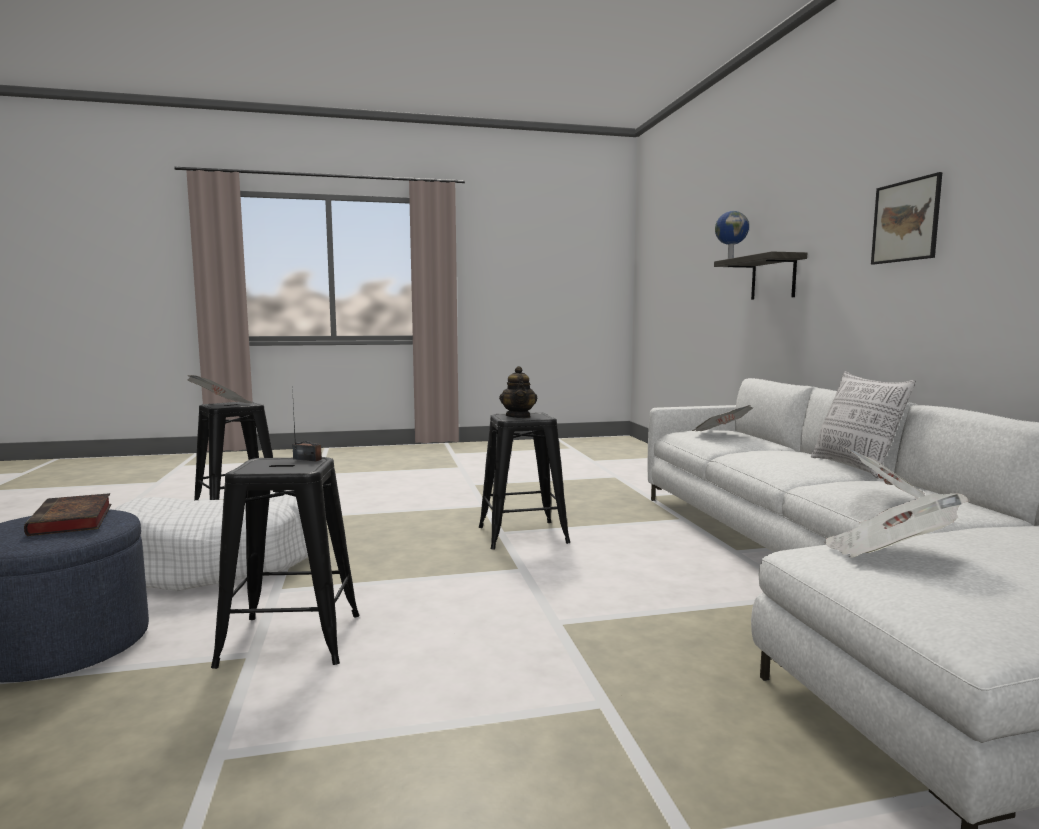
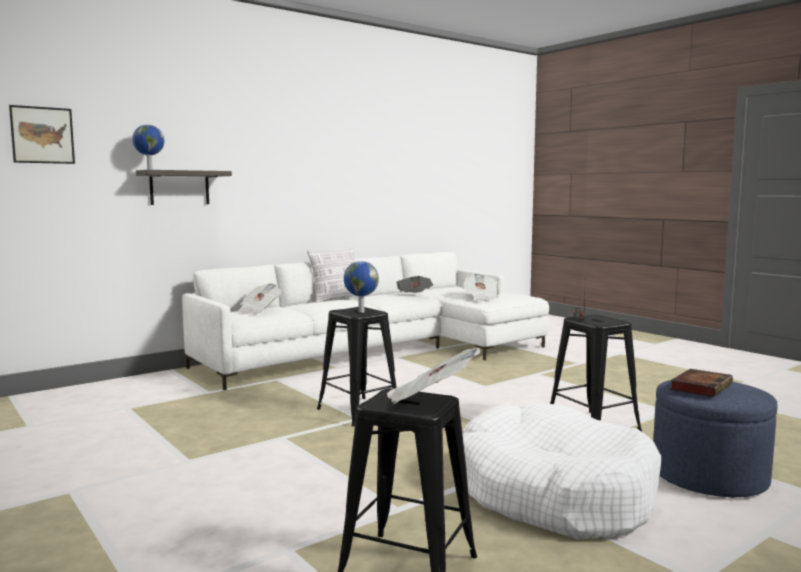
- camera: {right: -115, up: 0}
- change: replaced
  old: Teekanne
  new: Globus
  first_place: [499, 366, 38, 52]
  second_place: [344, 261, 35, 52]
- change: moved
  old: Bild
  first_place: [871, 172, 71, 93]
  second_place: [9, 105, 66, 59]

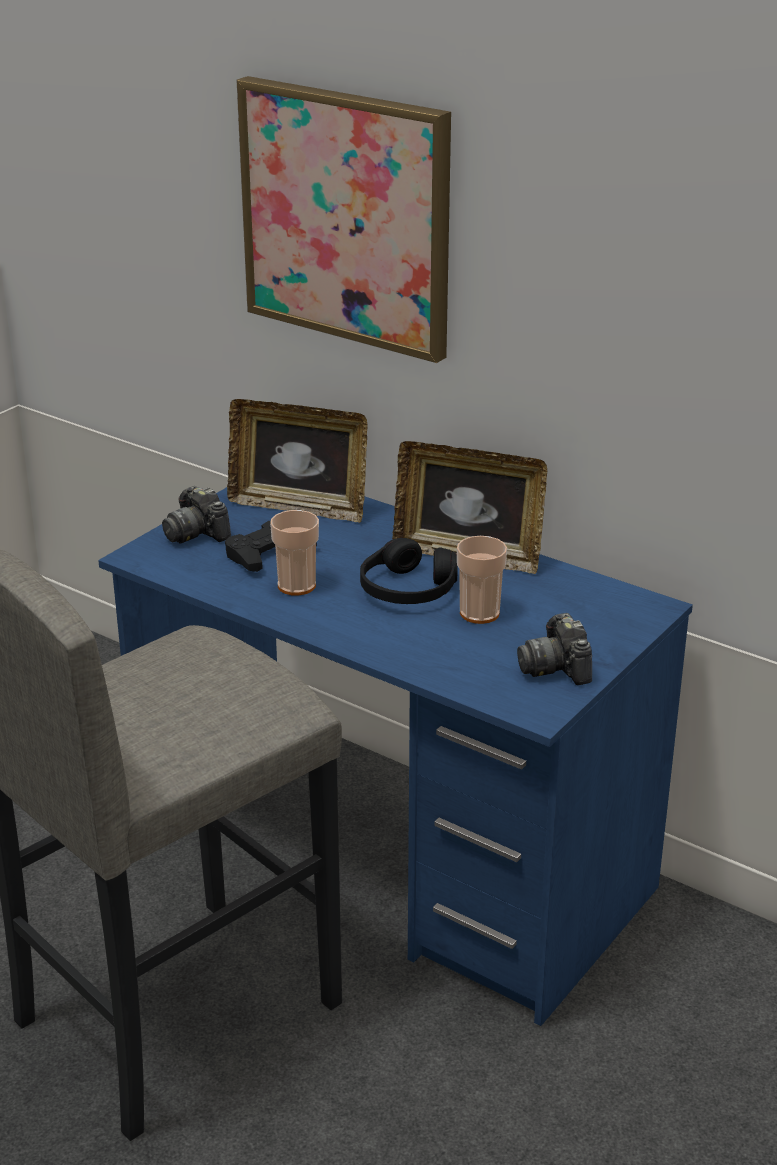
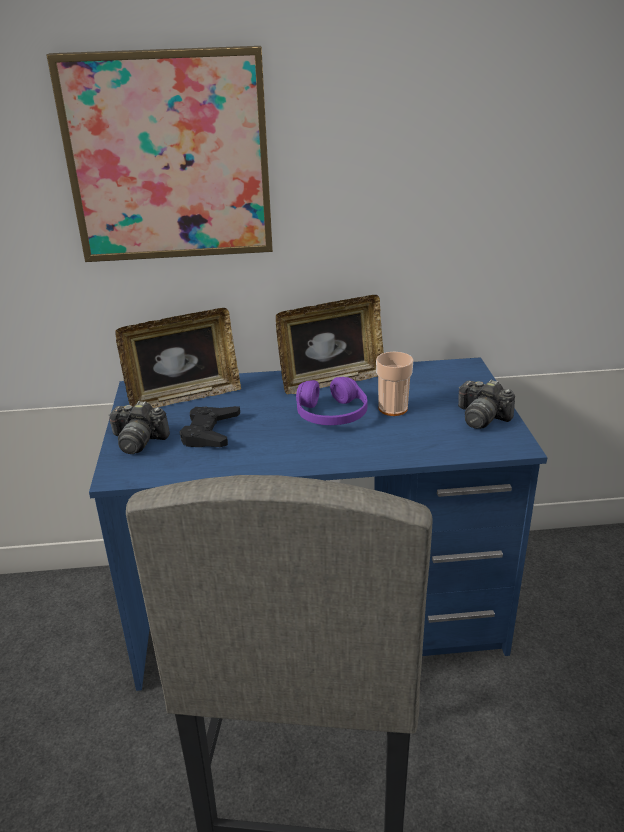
- camera: {right: -40, up: 0}
- change: removed
  old: Tasse
  first_place: [270, 510, 49, 85]
- change: recoloured
  old: Kopfhörer [schwarz]
  new: Kopfhörer [lila]
  first_place: [360, 538, 98, 66]
  second_place: [296, 377, 71, 48]

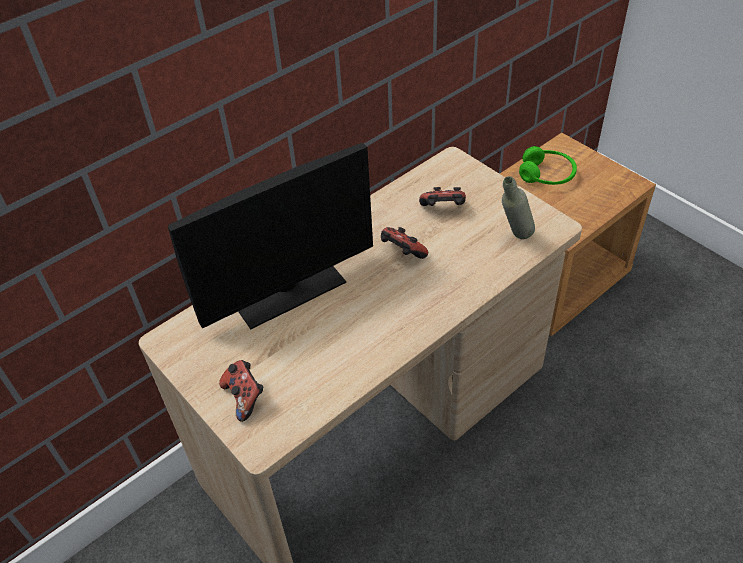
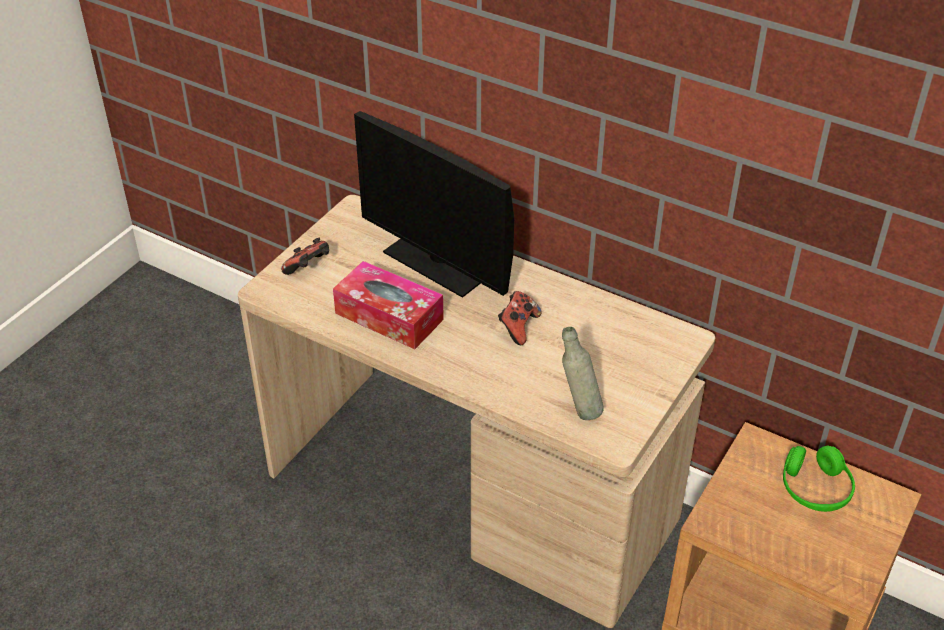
- camera: {right: 70, up: -5}
- change: removed
  old: Gamepad
  first_place: [419, 187, 47, 19]
- change: added
  new: Taschentuchbox
  second_place: [333, 261, 111, 88]

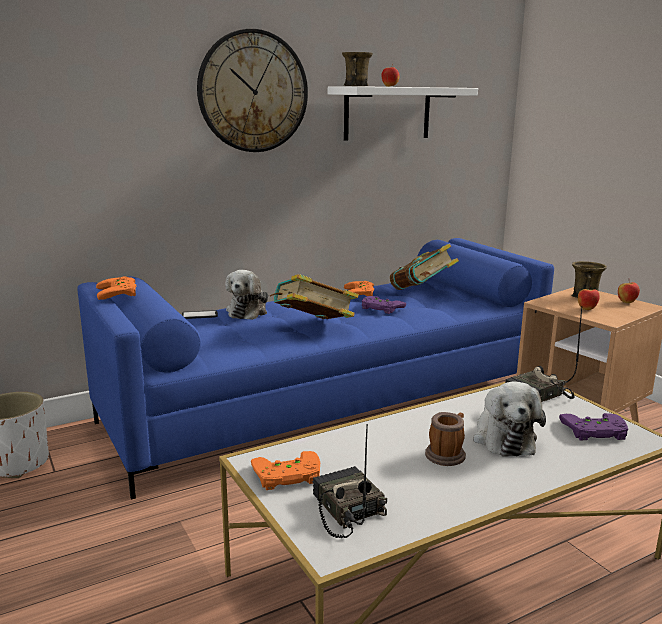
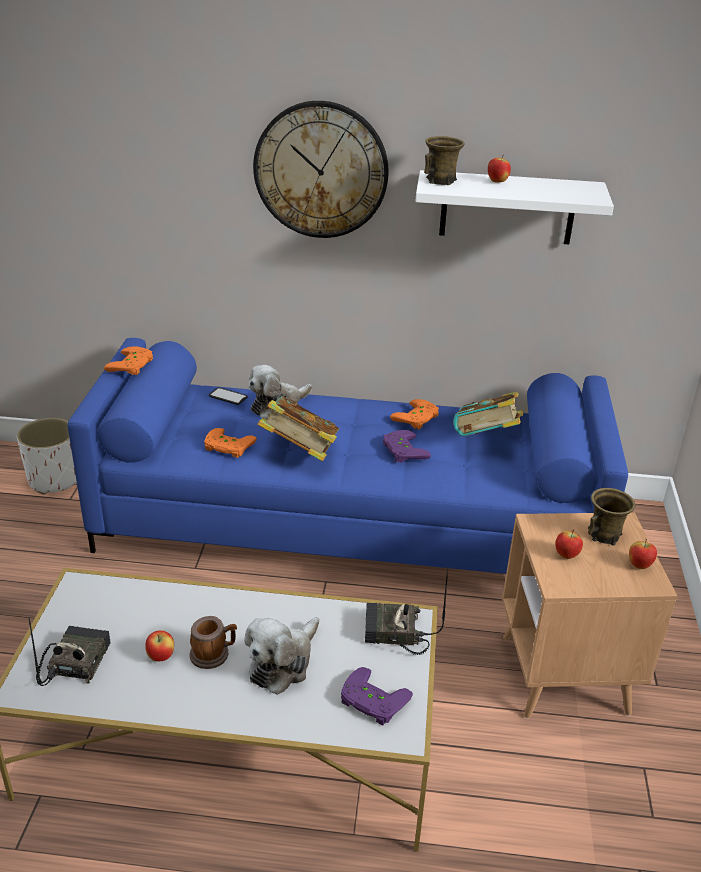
- camera: {right: 35, up: 15}
- change: moved
  old: Gamepad [orange]
  first_place: [251, 451, 69, 39]
  second_place: [204, 428, 53, 30]
- change: added
  new: Apfel
  second_place: [145, 630, 29, 31]

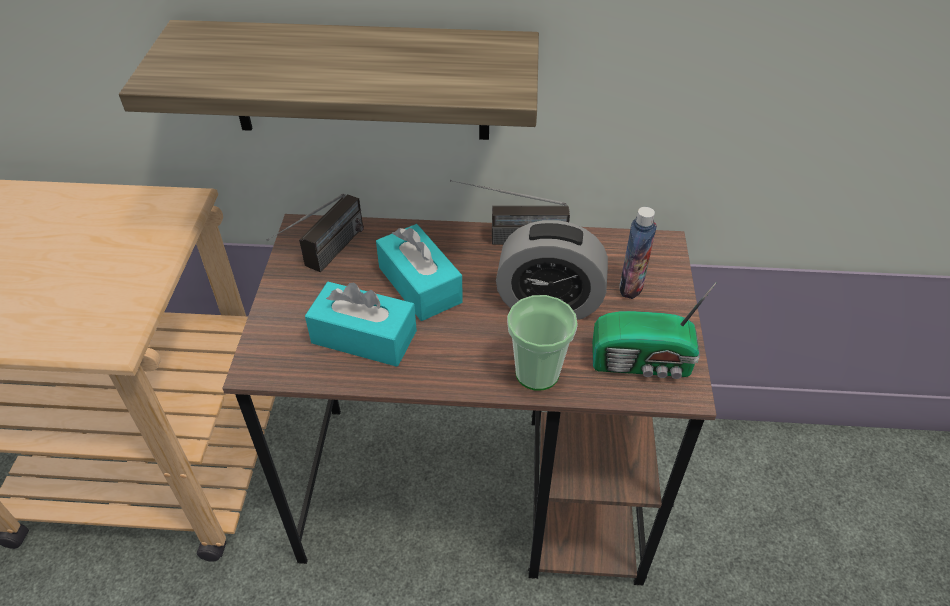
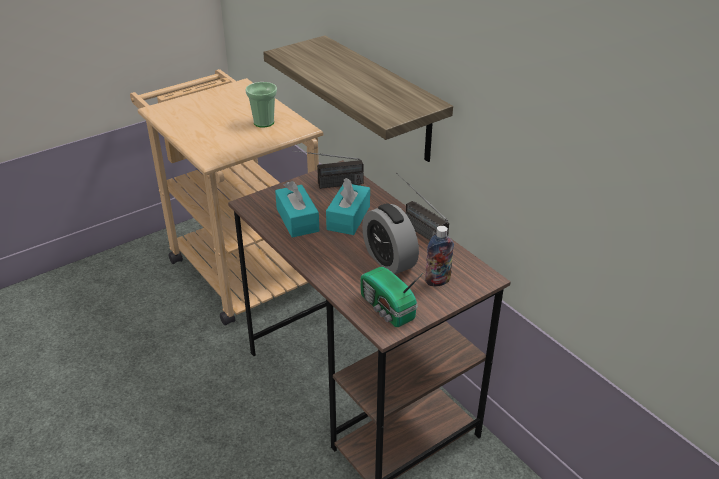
- camera: {right: 50, up: -10}
- change: moved
  old: Tasse
  first_place: [507, 295, 71, 96]
  second_place: [245, 82, 32, 46]

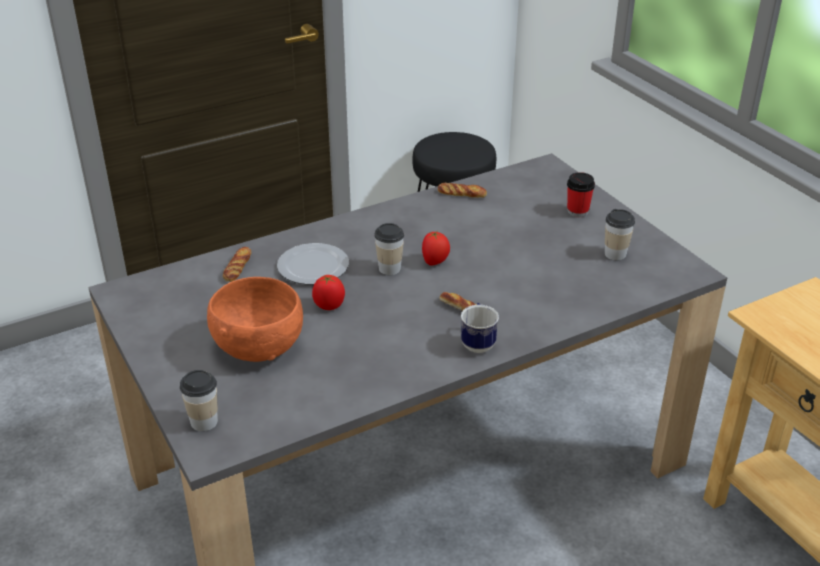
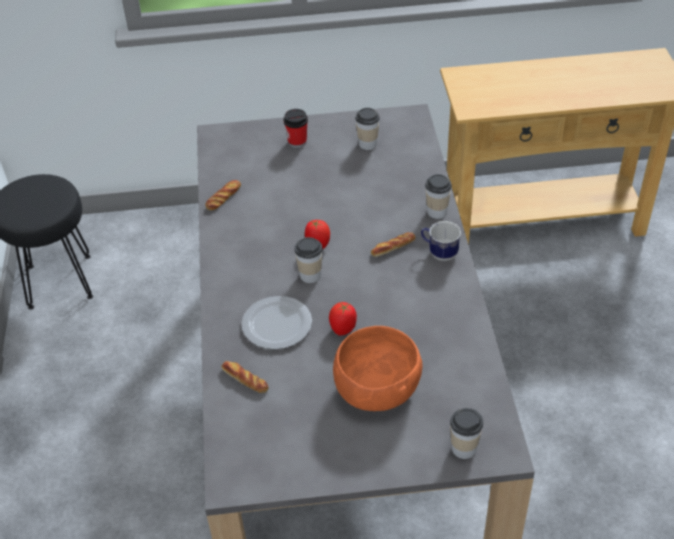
- camera: {right: -65, up: 10}
- change: added
  new: Tasse
  second_place: [425, 174, 27, 45]

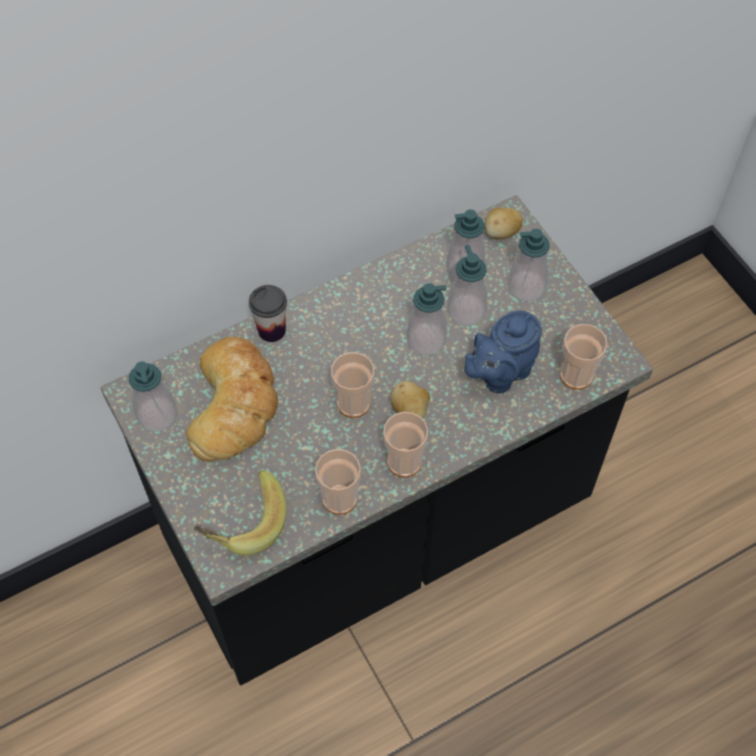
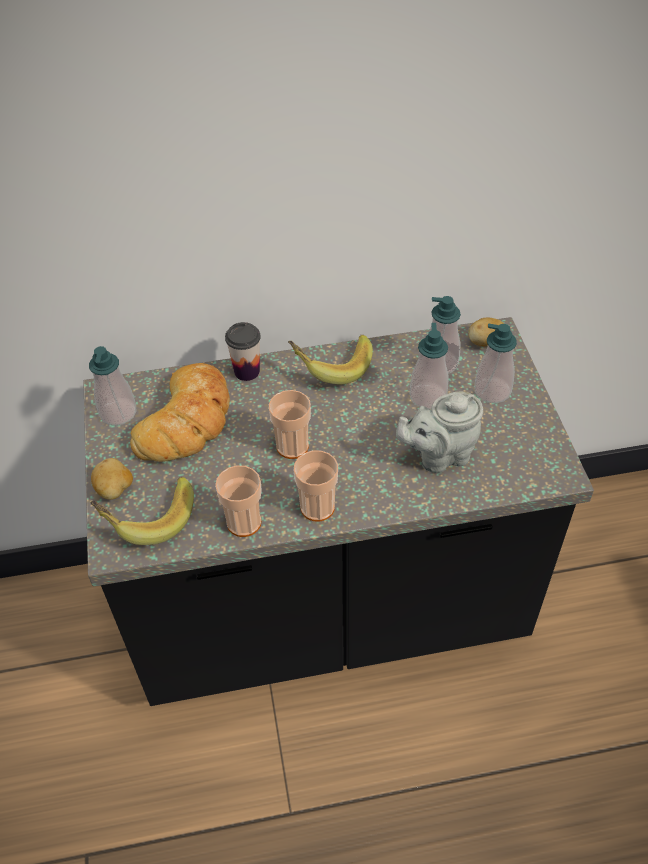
- camera: {right: 20, up: -10}
- change: moved
  old: Kartoffel
  first_place: [390, 380, 40, 38]
  second_place: [91, 458, 42, 42]
- change: removed
  old: Seifenspender
  first_place: [407, 283, 40, 72]
- change: recoloured
  old: Teekanne [blau]
  new: Teekanne [grau]
  first_place: [465, 311, 77, 82]
  second_place: [396, 392, 87, 81]
- change: removed
  old: Tasse
  first_place: [560, 324, 48, 66]
- change: added
  new: Banane
  second_place: [288, 335, 85, 49]

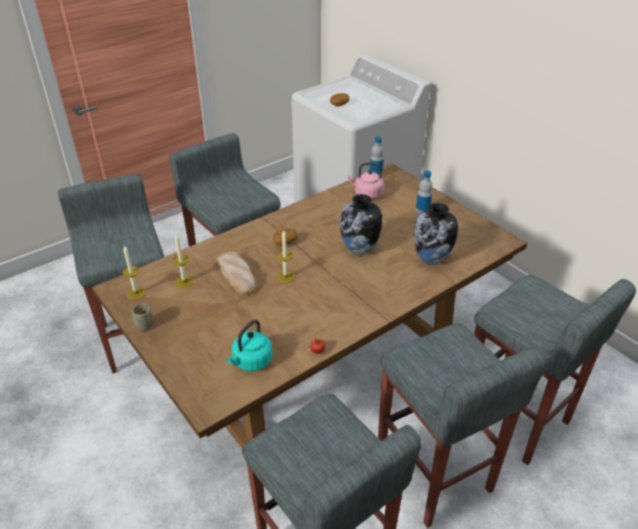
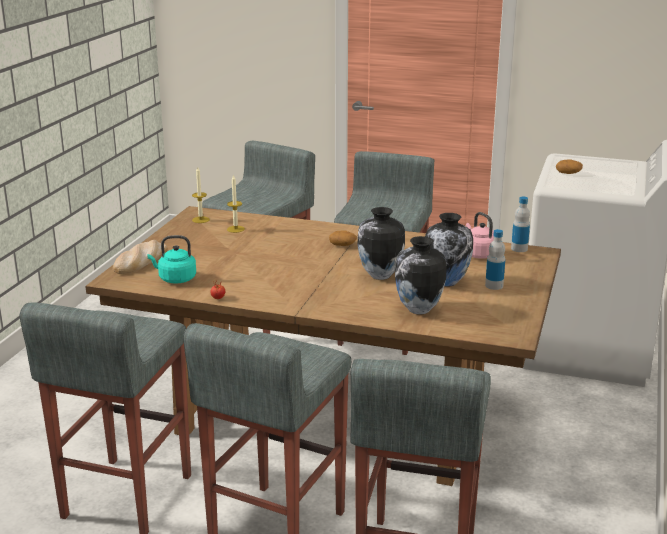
- camera: {right: 55, up: -15}
- change: removed
  old: Tasse
  first_place: [132, 303, 21, 29]
- change: moved
  old: Brot
  first_place: [217, 252, 39, 44]
  second_place: [113, 240, 55, 34]
- change: removed
  old: Kerze
  first_place: [277, 230, 18, 53]
- change: added
  new: Vase
  second_place: [425, 213, 48, 74]

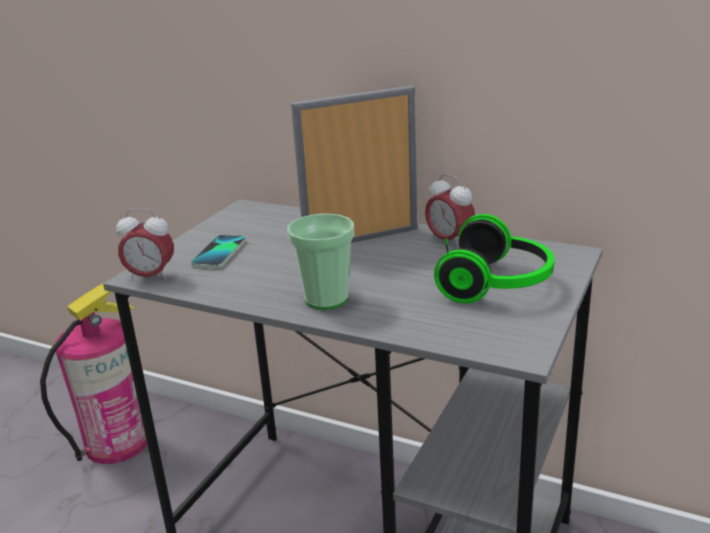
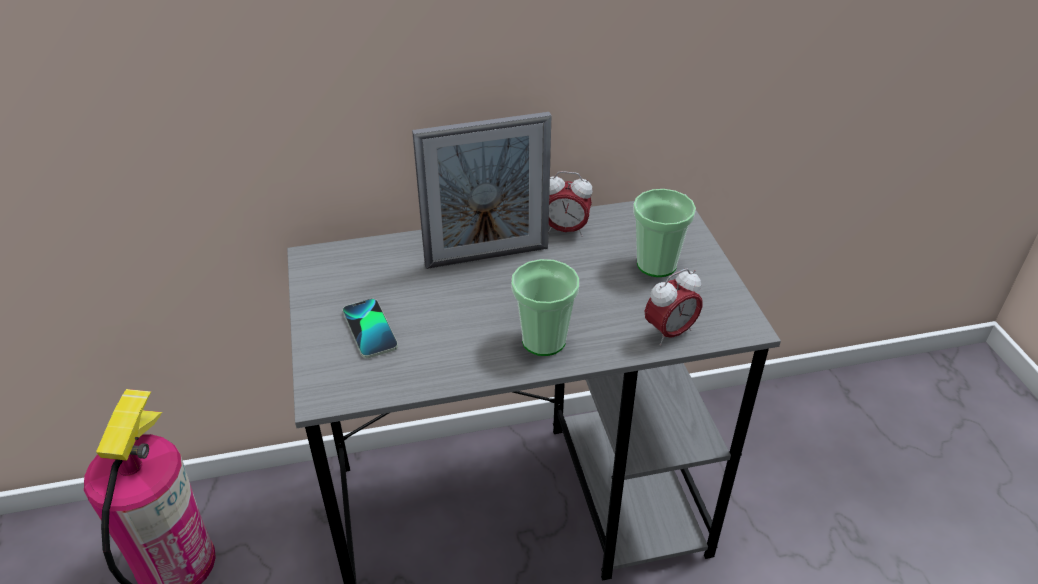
- camera: {right: -40, up: 15}
- change: moved
  old: Wecker
  first_place: [116, 209, 58, 72]
  second_place: [645, 268, 58, 78]
- change: turned
  old: Bilderrahmen
  first_place: [291, 86, 126, 157]
  second_place: [412, 112, 140, 157]
  degrees: -135
- change: replaced
  old: Kopfhörer
  new: Tasse
  first_place: [434, 214, 120, 90]
  second_place: [633, 189, 63, 88]

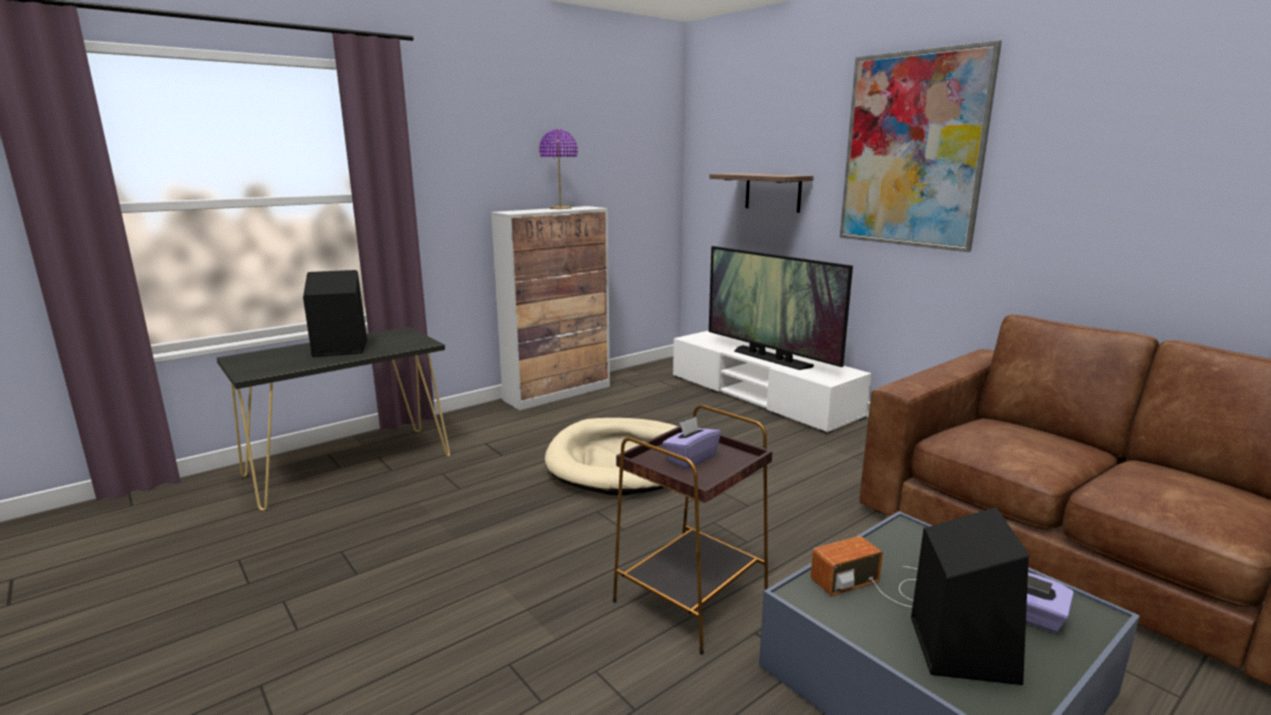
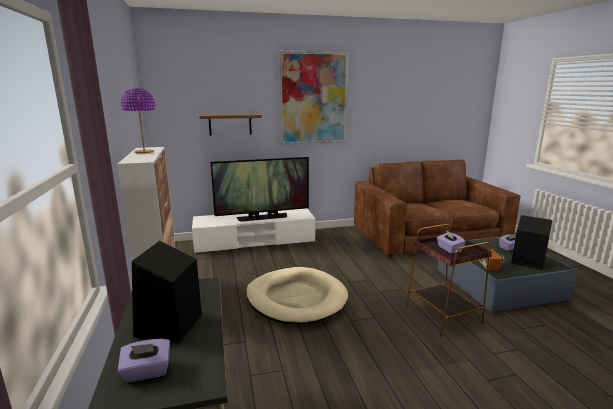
- camera: {right: -65, up: 0}
- change: added
  new: Taschentuchbox [lila]
  second_place: [118, 339, 52, 43]

